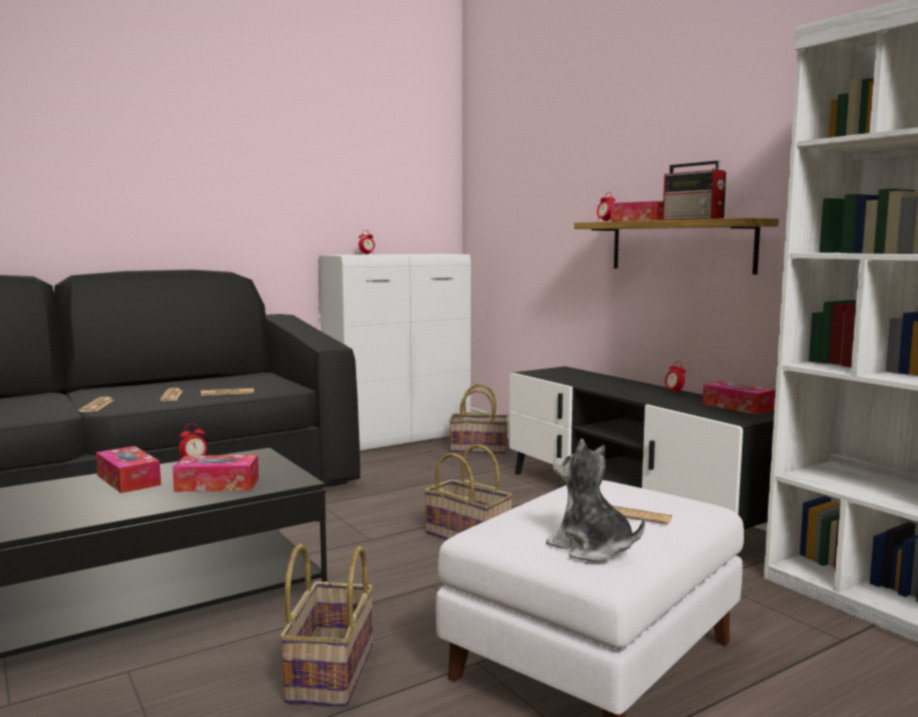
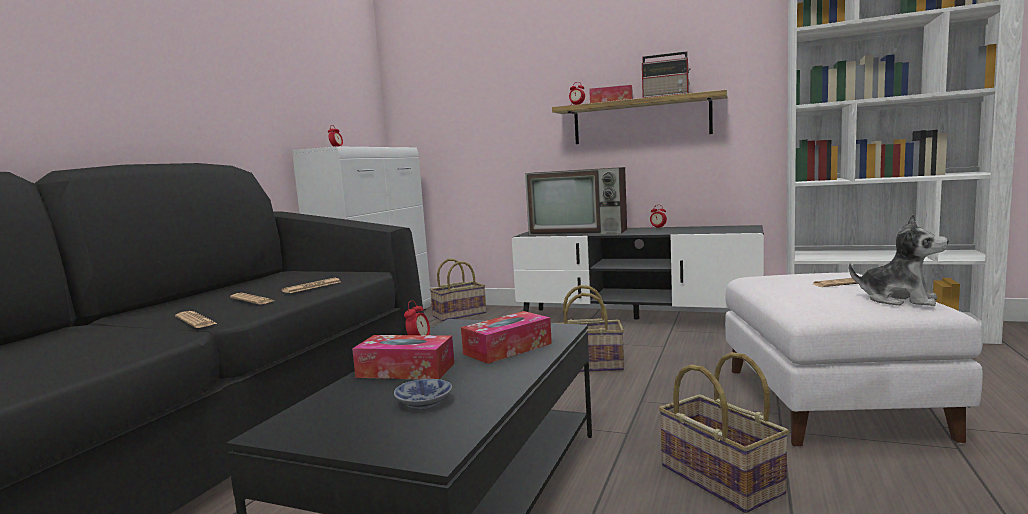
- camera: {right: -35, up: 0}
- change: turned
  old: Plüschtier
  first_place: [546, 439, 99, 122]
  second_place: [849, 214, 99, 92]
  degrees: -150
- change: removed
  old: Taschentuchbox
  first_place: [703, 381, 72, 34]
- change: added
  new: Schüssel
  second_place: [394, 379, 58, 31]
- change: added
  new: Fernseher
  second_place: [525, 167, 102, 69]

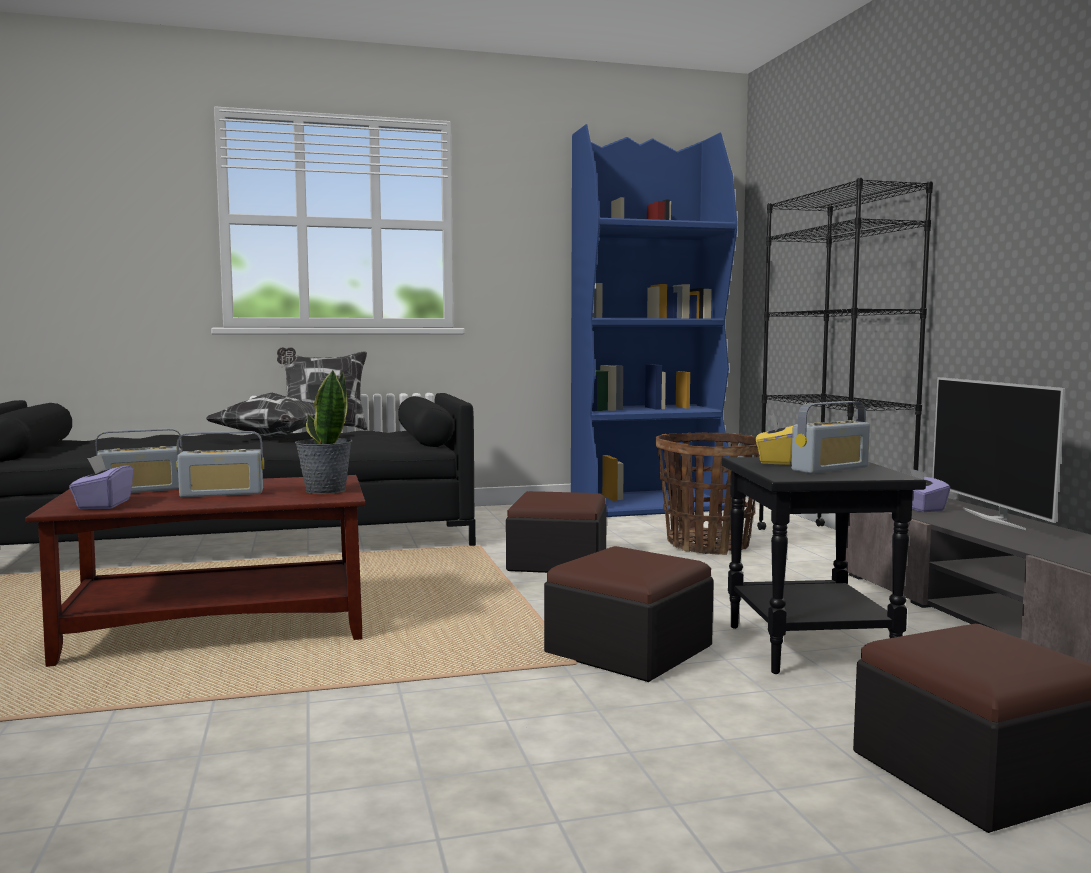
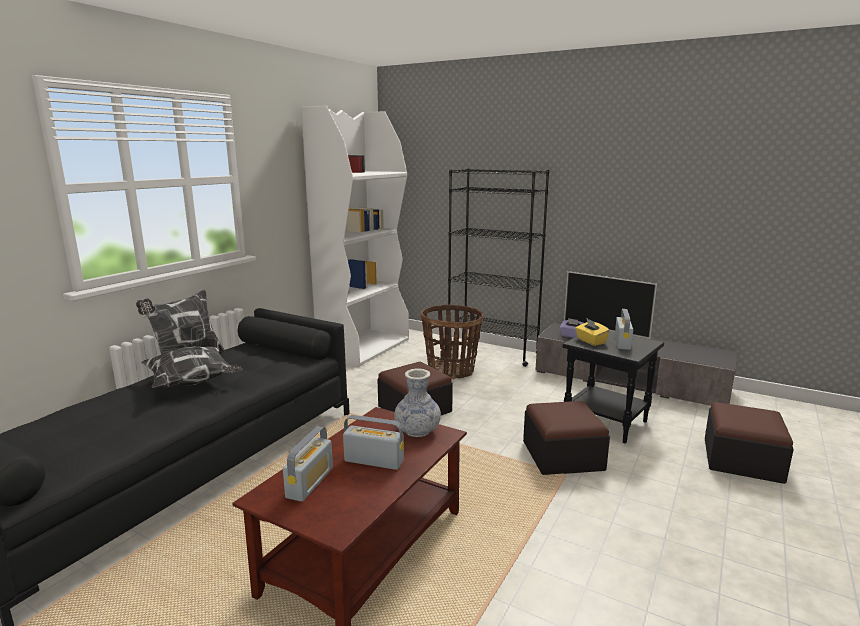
- camera: {right: -45, up: 10}
- change: removed
  old: Taschentuchbox [lila]
  first_place: [69, 454, 65, 56]
- change: turned
  old: Radio
  first_place: [176, 431, 88, 66]
  second_place: [343, 415, 61, 55]
  degrees: -105
- change: replaced
  old: Topfpflanze
  new: Vase
  first_place: [295, 369, 58, 125]
  second_place: [394, 368, 47, 69]
- change: recoloured
  old: Bücherregal [blau]
  new: Bücherregal [weiß]
  first_place: [571, 124, 166, 393]
  second_place: [301, 105, 108, 262]

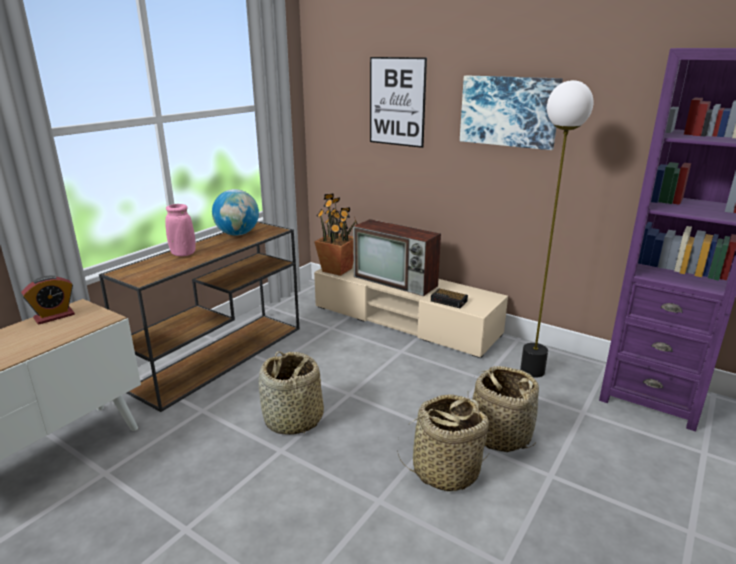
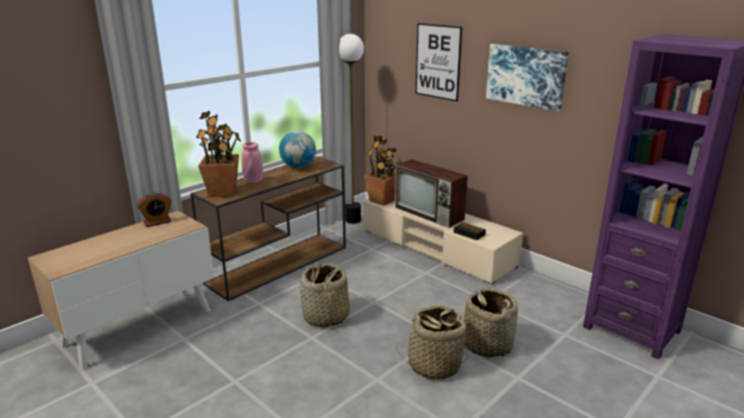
- camera: {right: 10, up: 0}
- change: moved
  old: Stehlampe
  first_place: [520, 80, 73, 297]
  second_place: [339, 34, 25, 190]
- change: added
  new: Topfpflanze
  second_place: [196, 111, 45, 86]

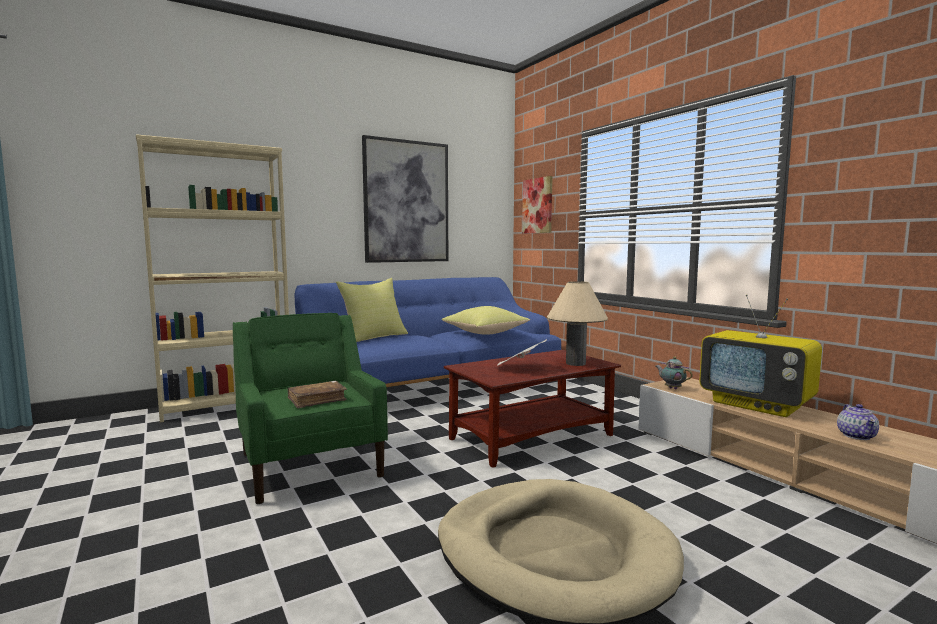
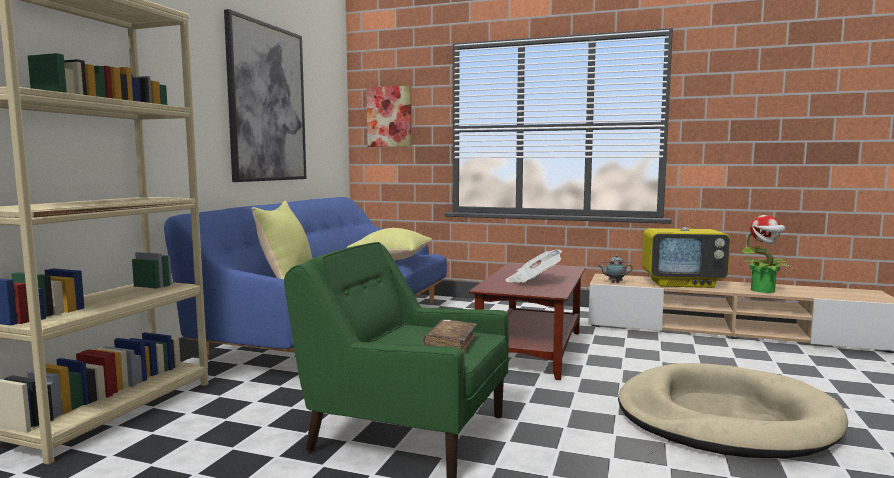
- camera: {right: -40, up: 0}
- change: removed
  old: Tischlampe [beige]
  first_place: [547, 281, 61, 85]
- change: replaced
  old: Teekanne
  new: Topfpflanze
  first_place: [837, 404, 42, 36]
  second_place: [739, 215, 54, 78]

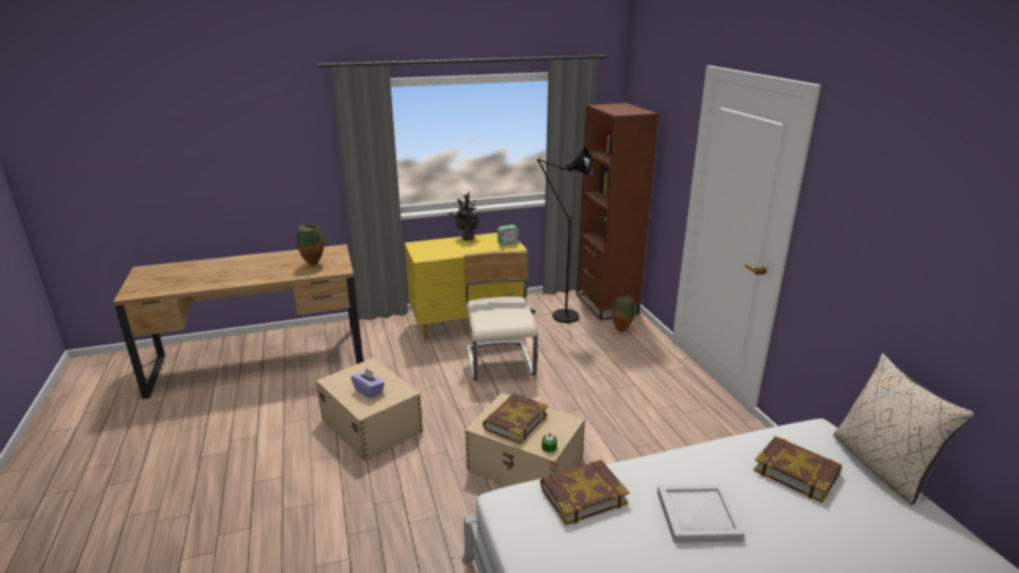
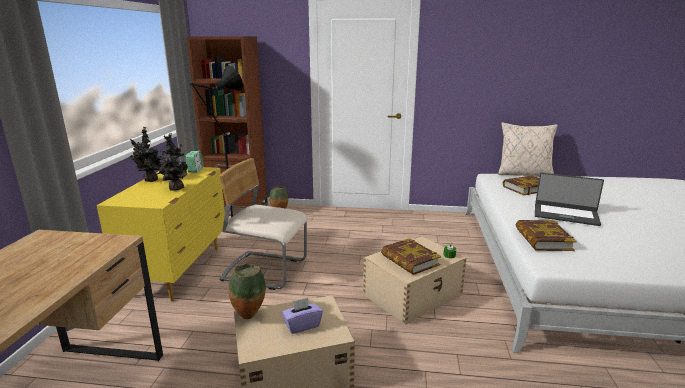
- camera: {right: -65, up: -5}
- change: moved
  old: Vase
  first_place: [297, 224, 27, 42]
  second_place: [228, 263, 38, 56]
- change: replaced
  old: Tablett [weiß]
  new: Laptop
  first_place: [657, 484, 88, 59]
  second_place: [535, 173, 69, 53]
- change: added
  new: Topfpflanze
  second_place: [157, 133, 31, 58]

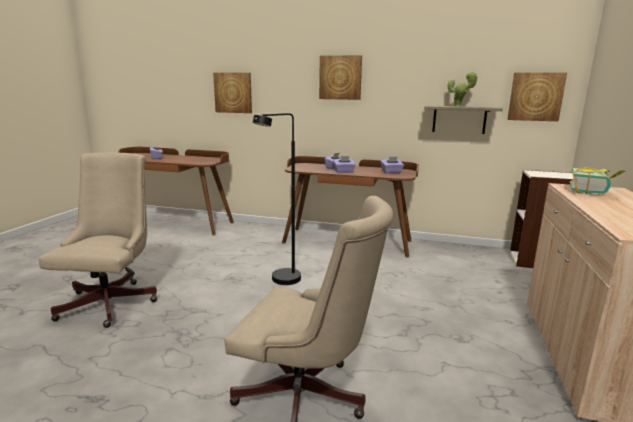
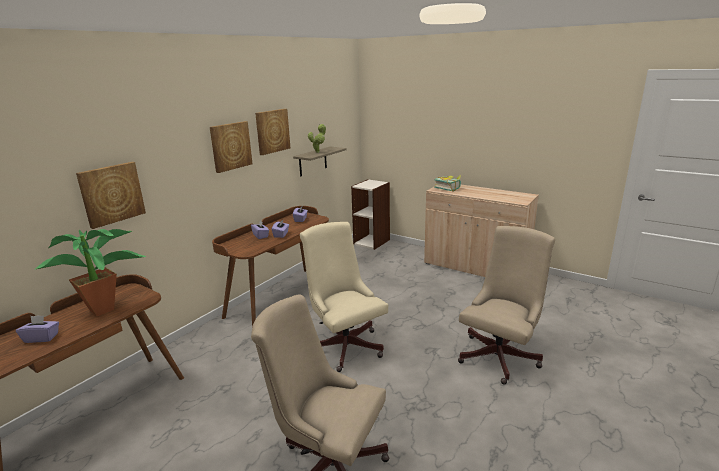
- camera: {right: -70, up: 5}
- change: replaced
  old: Stehlampe [schwarz]
  new: Bürostuhl [beige]
  first_place: [253, 113, 48, 172]
  second_place: [300, 222, 88, 150]
- change: moved
  old: Bild
  first_place: [507, 72, 60, 49]
  second_place: [255, 109, 35, 46]
- change: added
  new: Topfpflanze
  second_place: [35, 229, 111, 87]

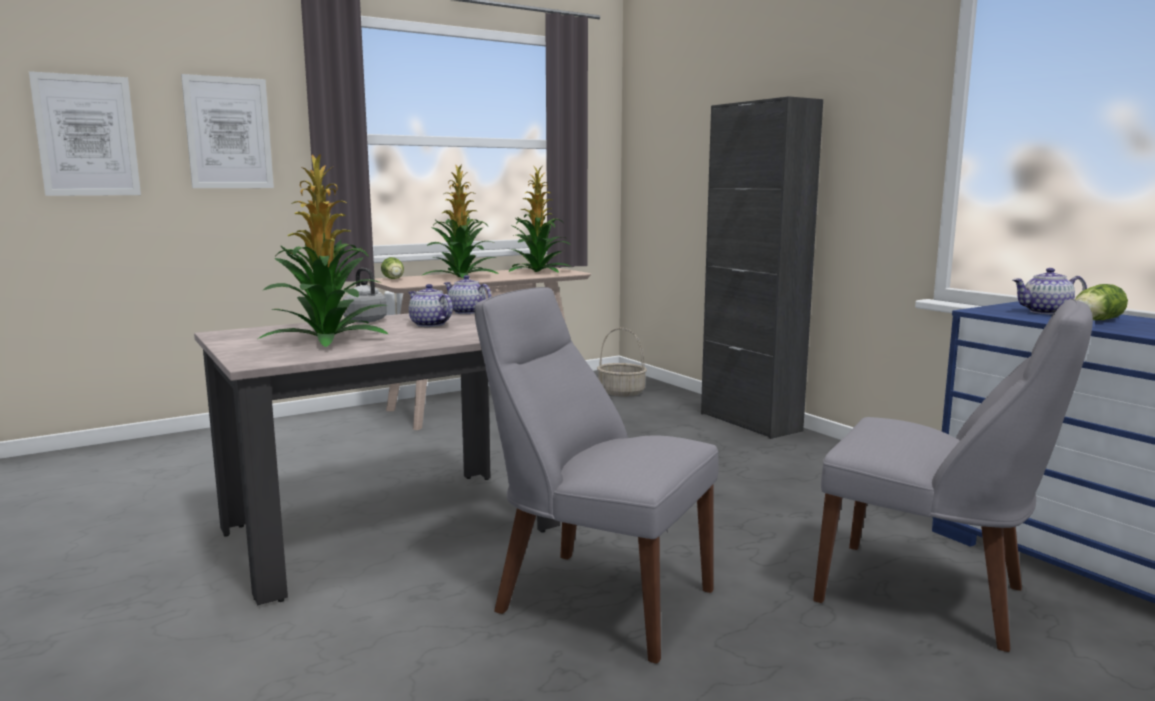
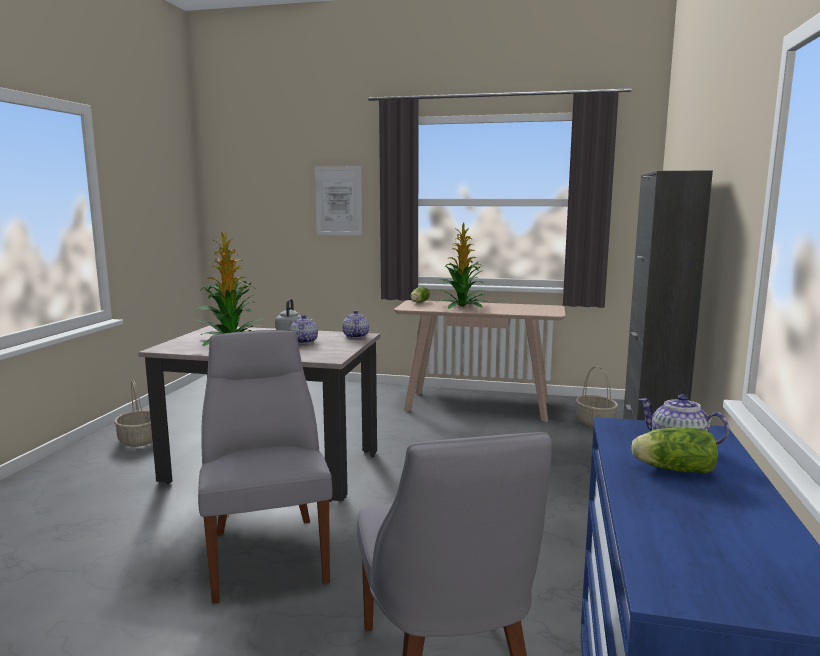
- camera: {right: 45, up: 0}
- change: removed
  old: Bild
  first_place: [29, 71, 112, 125]
- change: removed
  old: Topfpflanze
  first_place: [509, 167, 63, 106]
- change: added
  new: Korb
  second_place: [114, 379, 39, 68]

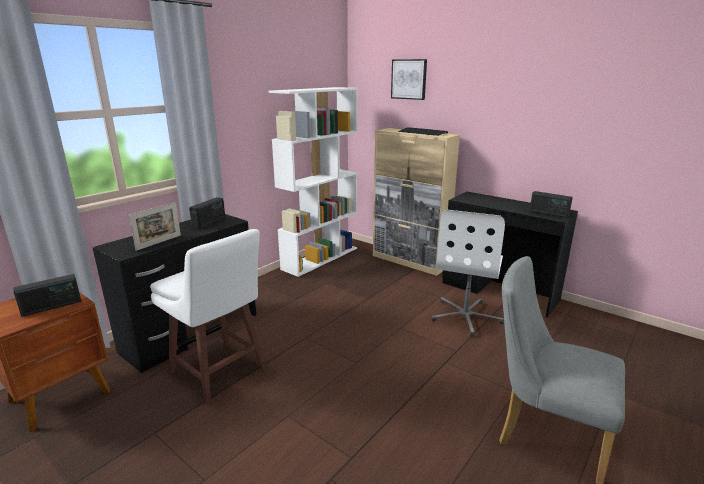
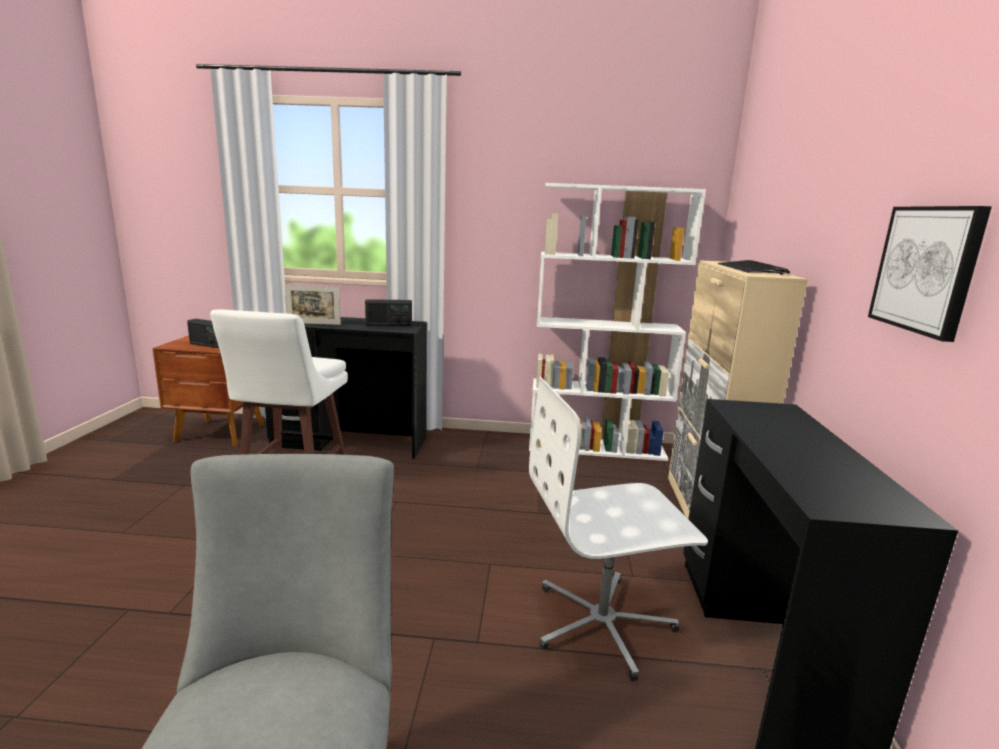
- camera: {right: 55, up: -5}
- change: moved
  old: Bild
  first_place: [391, 59, 36, 41]
  second_place: [868, 206, 124, 136]
- change: removed
  old: Radio
  first_place: [530, 191, 43, 27]

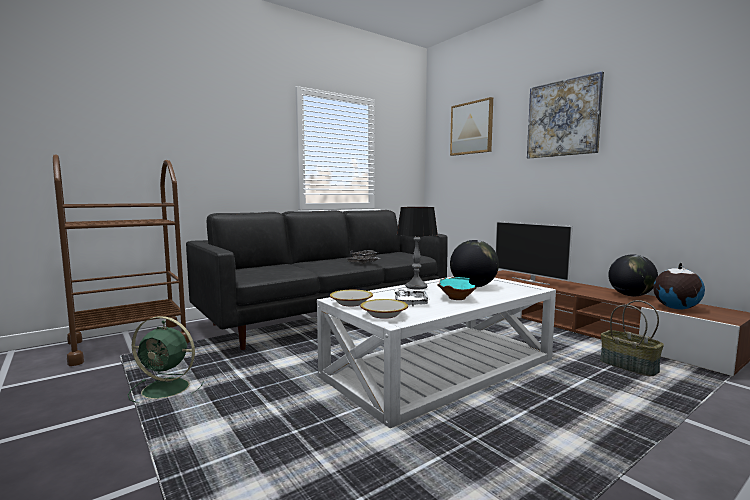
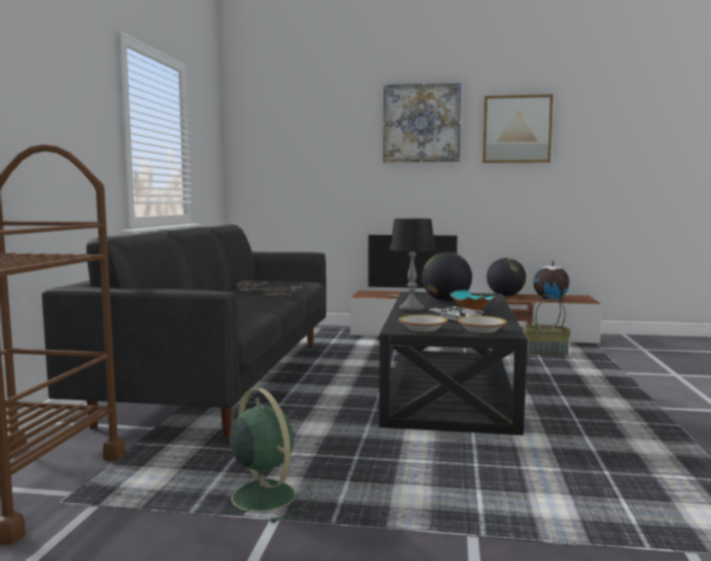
- camera: {right: -45, up: 0}
- change: turned
  old: Ventilator [grün]
  first_place: [128, 316, 75, 87]
  second_place: [220, 388, 92, 135]
  degrees: -90
- change: recoloured
  old: Couchtisch [weiß]
  new: Couchtisch [schwarz]
  first_place: [317, 276, 239, 152]
  second_place: [379, 292, 148, 143]
- change: moved
  old: Bild
  first_place: [450, 97, 43, 59]
  second_place: [483, 94, 70, 69]

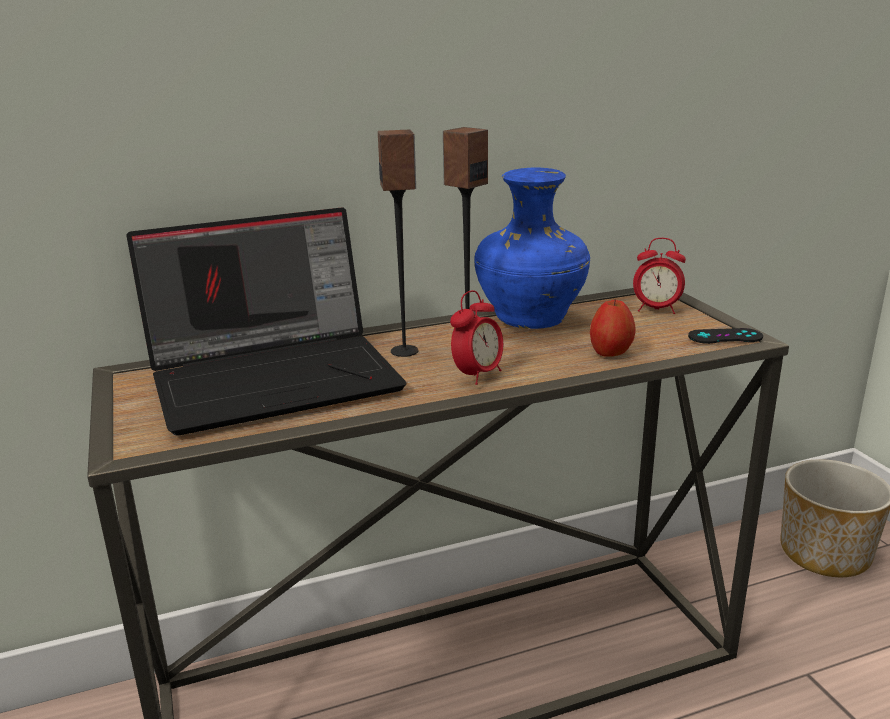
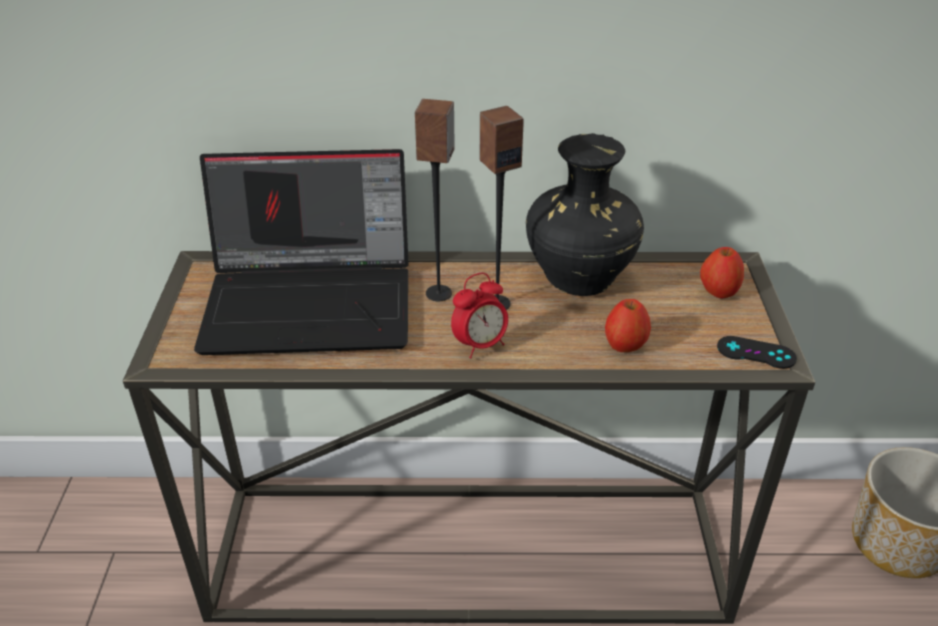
- camera: {right: 20, up: 15}
- change: recoloured
  old: Vase [blau]
  new: Vase [schwarz]
  first_place: [475, 168, 115, 161]
  second_place: [526, 133, 118, 163]
- change: replaced
  old: Wecker
  new: Apfel
  first_place: [633, 238, 53, 76]
  second_place: [700, 247, 44, 52]

